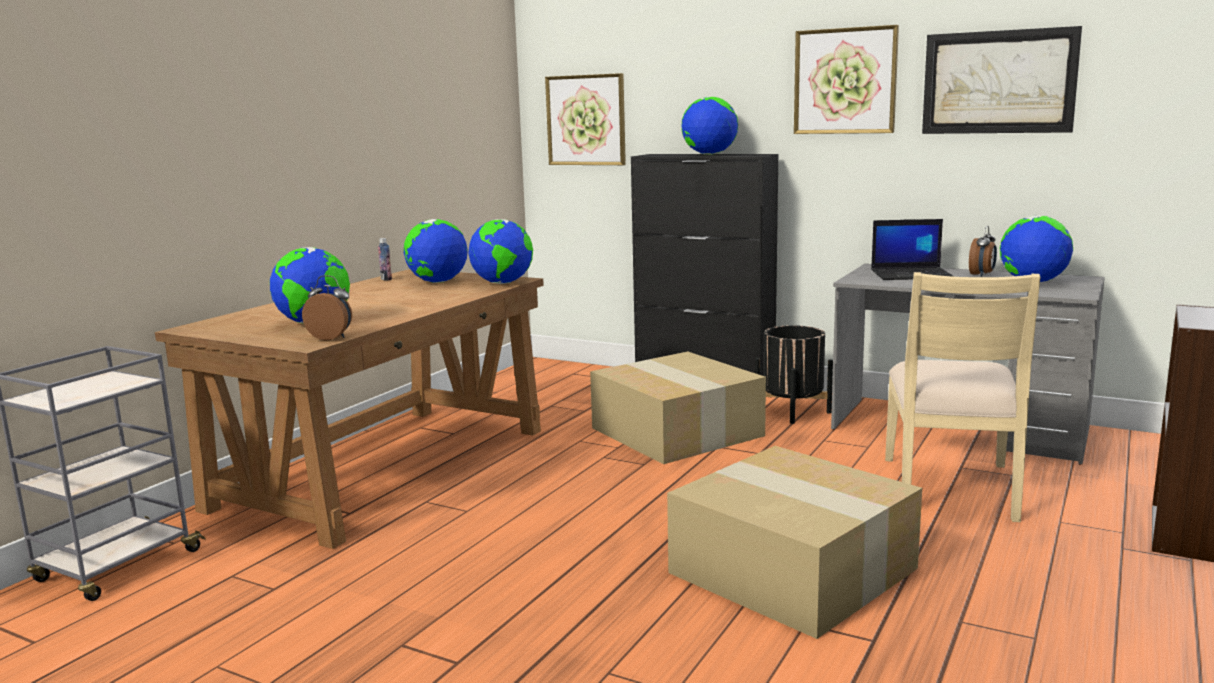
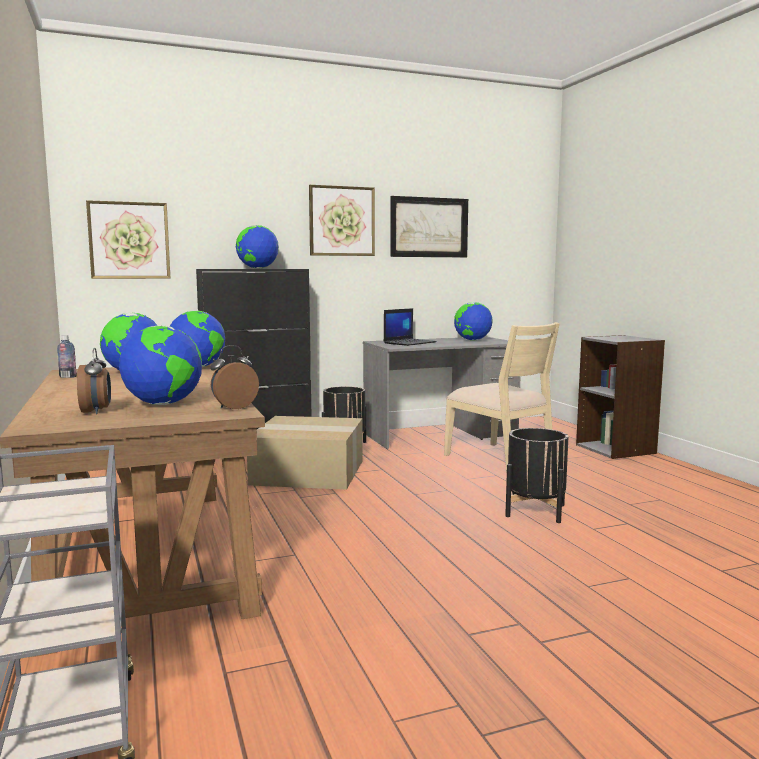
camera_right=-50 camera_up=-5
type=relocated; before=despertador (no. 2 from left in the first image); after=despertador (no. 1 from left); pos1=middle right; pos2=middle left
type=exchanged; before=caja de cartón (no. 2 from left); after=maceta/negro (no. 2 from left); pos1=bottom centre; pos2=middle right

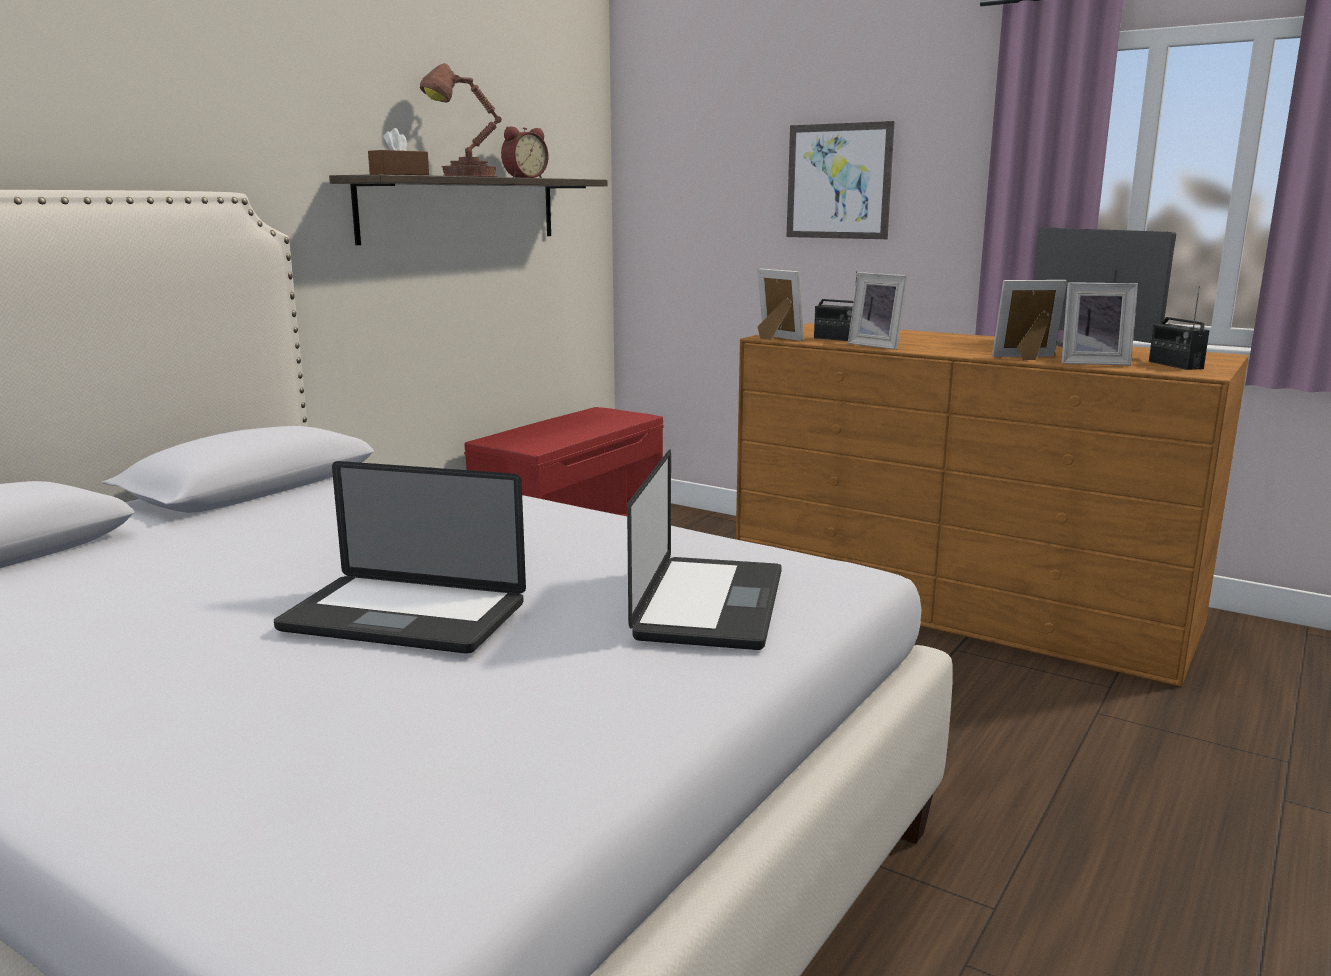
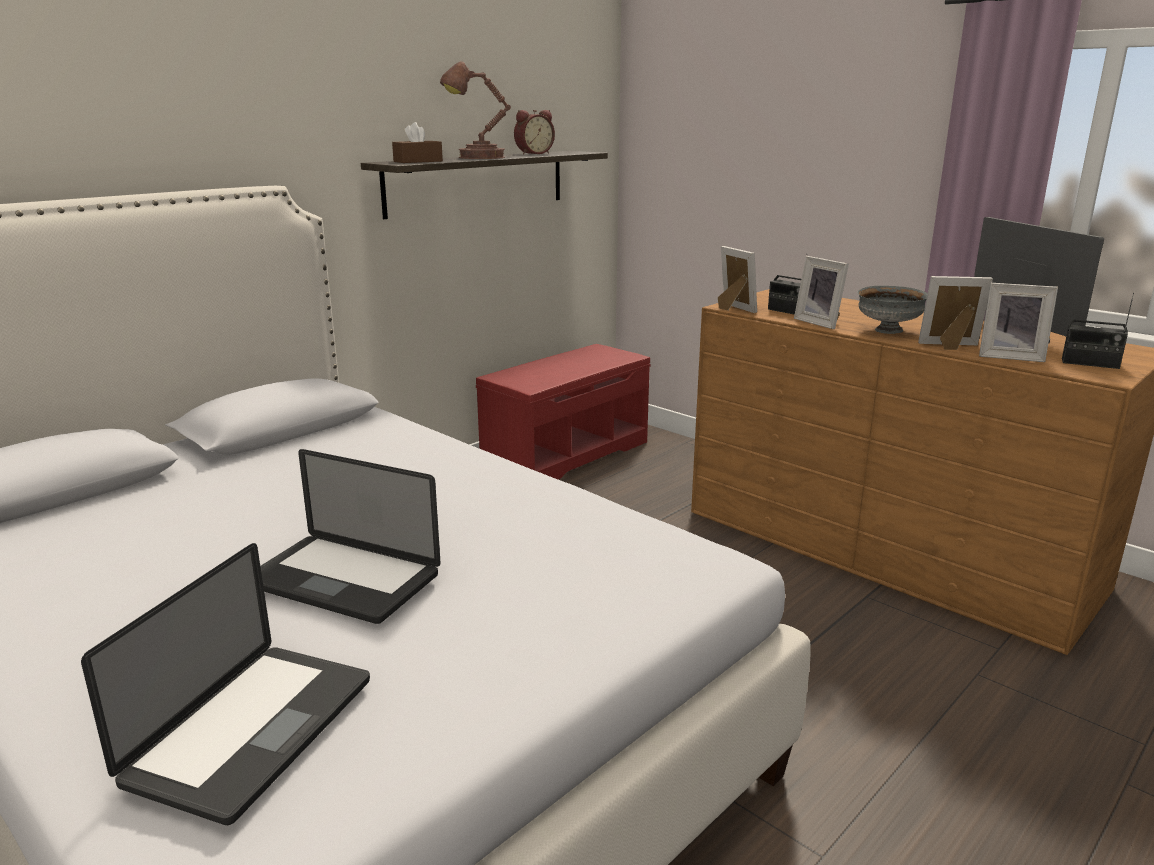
camera_right=10 camera_up=5
type=missing; before=cuadro; pos1=top centre
type=spun; before=radio (no. 2 from left); pos1=middle right; pos2=middle right; turn=-60
type=relocated; before=portátil (no. 2 from left in the first image); after=portátil (no. 1 from left); pos1=centre; pos2=bottom left
type=appeared; after=cuenco/gris; pos2=middle right

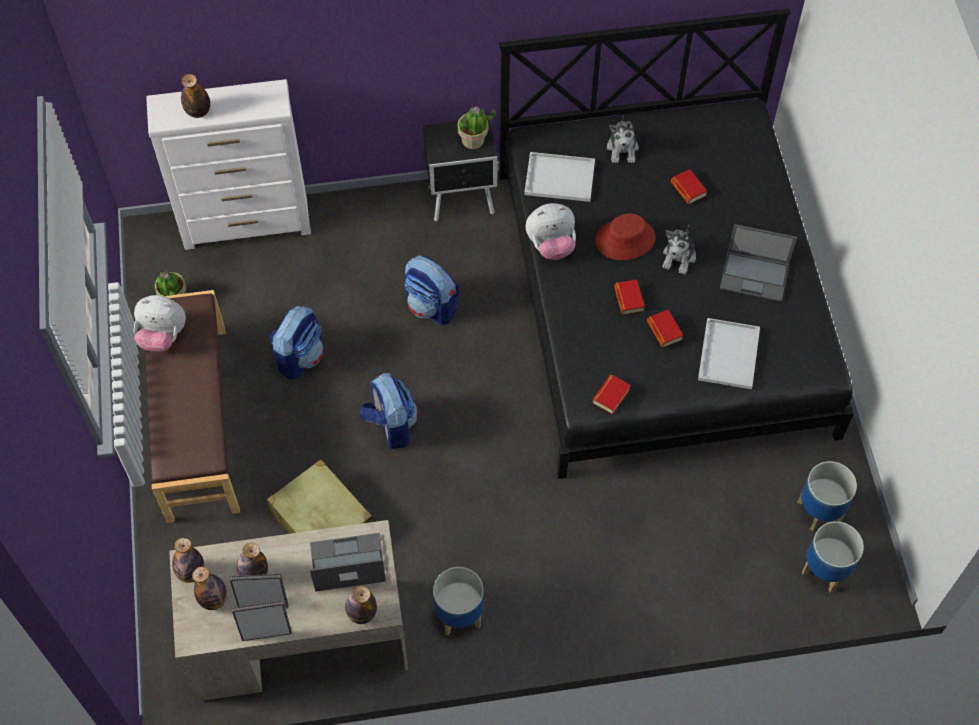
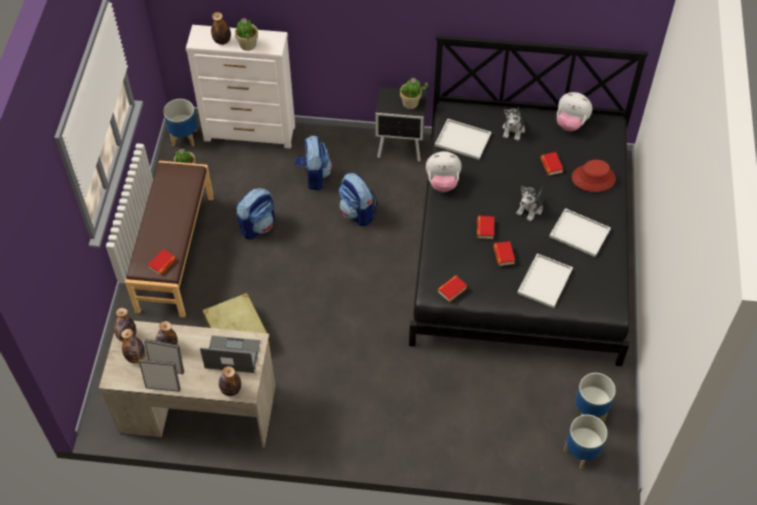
camera_right=15 camera_up=-5
type=relocated; before=sombrero/rojo; pos1=top centre; pos2=middle right
type=exchanged; before=portátil (no. 2 from left); after=bandeja/blanco (no. 3 from left); pos1=middle right; pos2=middle right
type=relocated; before=peluche (no. 1 from left in the first image); after=peluche (no. 4 from left); pos1=middle left; pos2=top right
type=relocated; before=mochila (no. 2 from left); pos1=centre; pos2=top centre
type=relocated; before=maceta (no. 1 from left); pos1=bottom centre; pos2=top left
type=appeared; after=planta en maceta (no. 2 from left); pos2=top left
type=appeared; after=libro (no. 1 from left); pos2=middle left

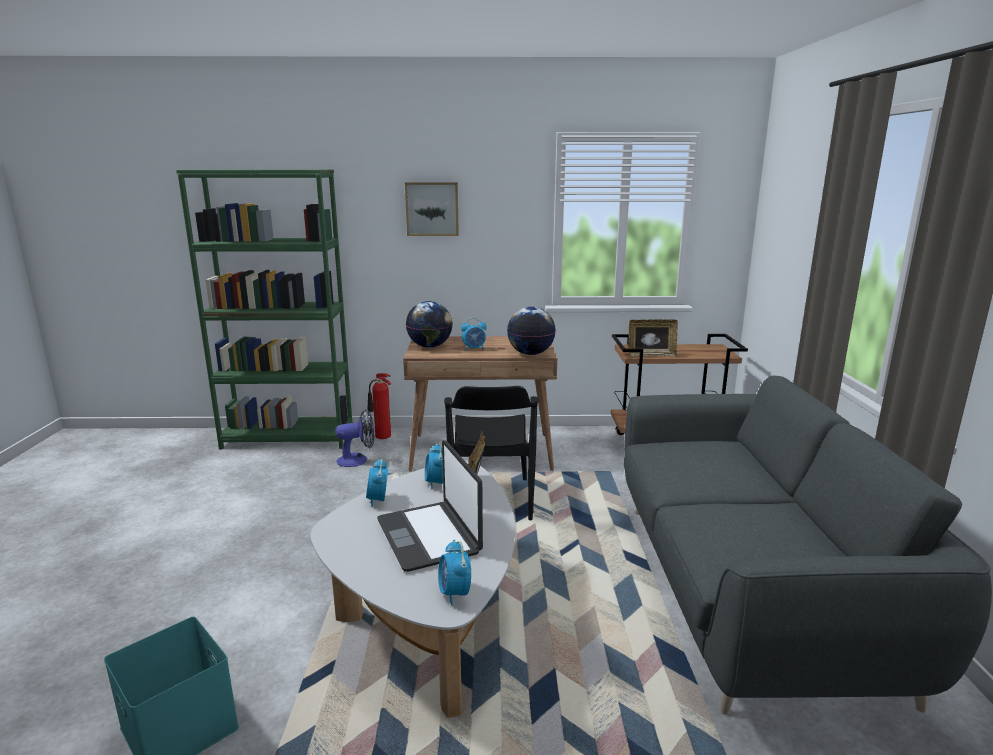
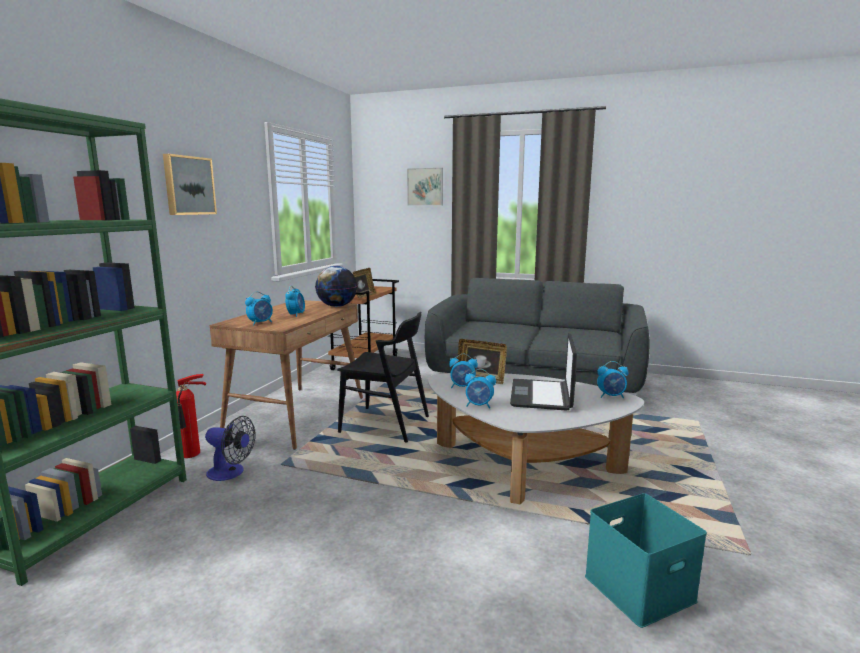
camera_right=-70 camera_up=-5
type=exchanged; before=globo terráqueo (no. 1 from left); after=despertador (no. 1 from left); pos1=centre; pos2=middle left
type=spun; before=ventilador; pos1=centre; pos2=bottom left; turn=105
type=spun; before=portátil; pos1=bottom centre; pos2=centre; turn=105
type=appeared; after=cuadro (no. 2 from left); pos2=top centre

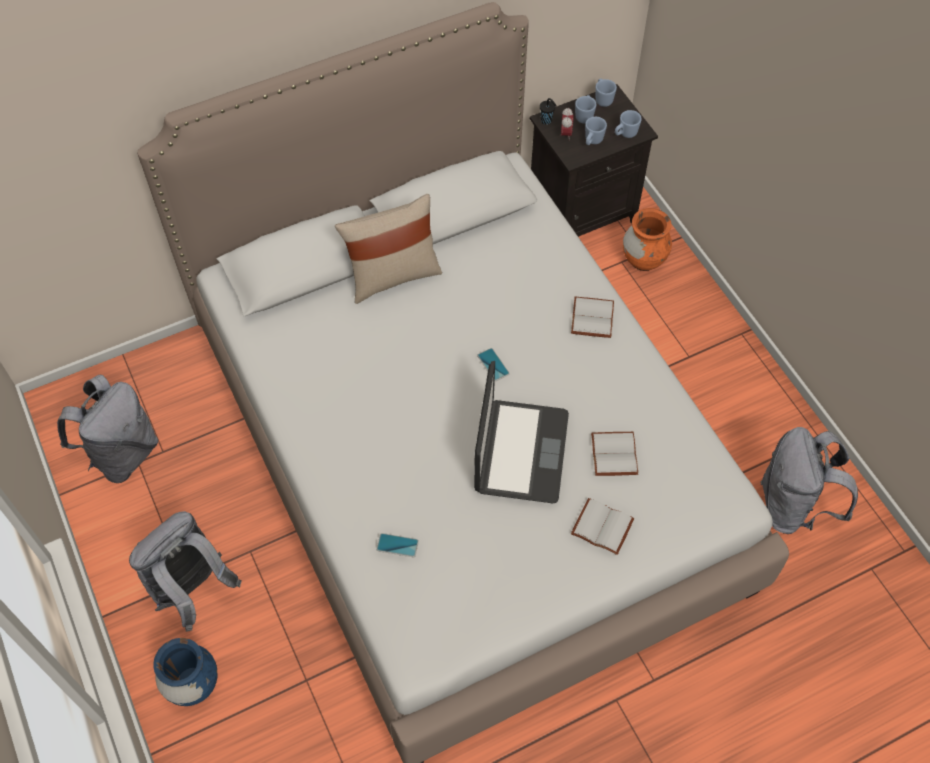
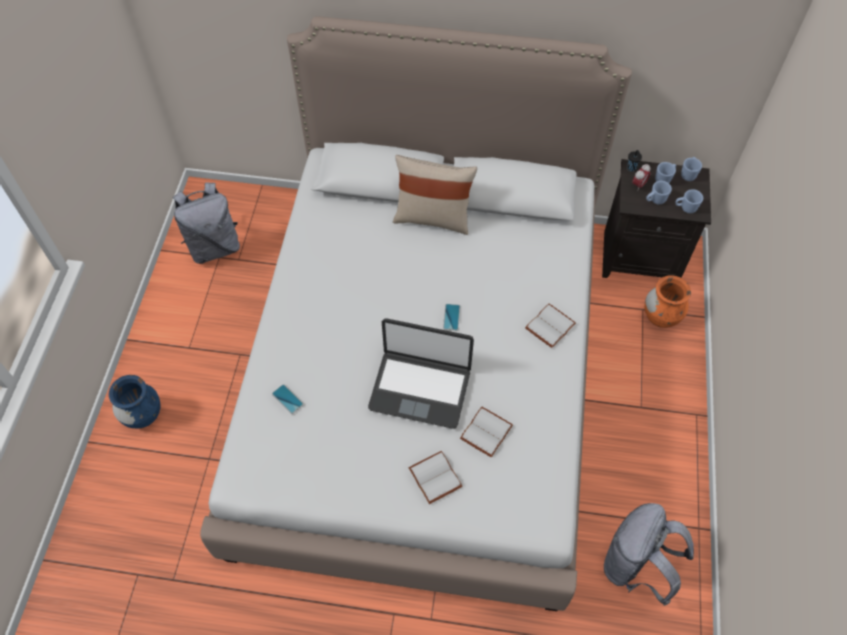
camera_right=35 camera_up=0
type=spun; before=portátil; pos1=centre; pos2=centre; turn=60
type=missing; before=mochila/gris (no. 2 from left); pos1=bottom left

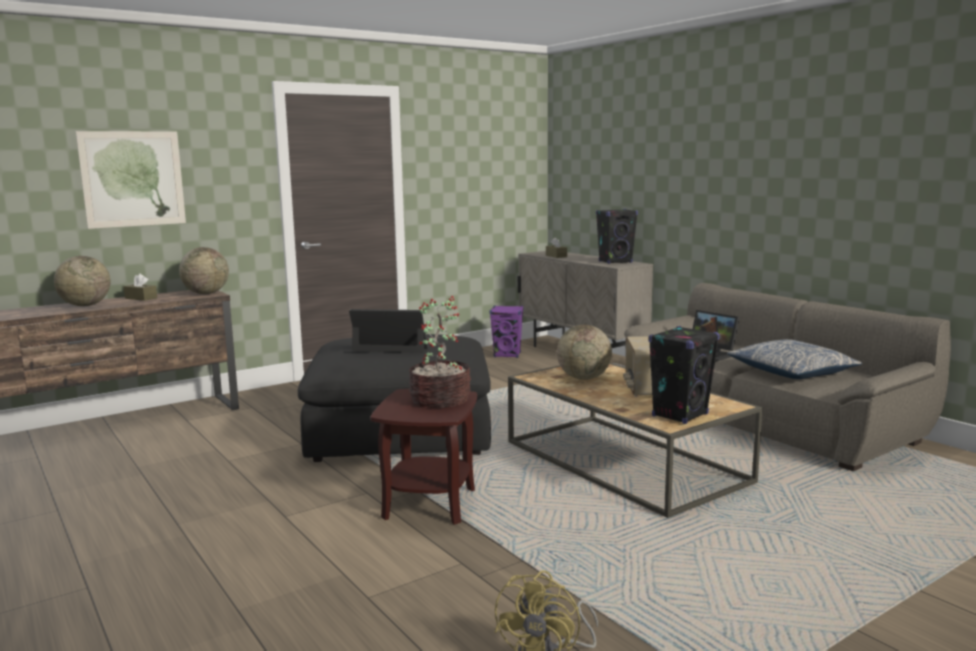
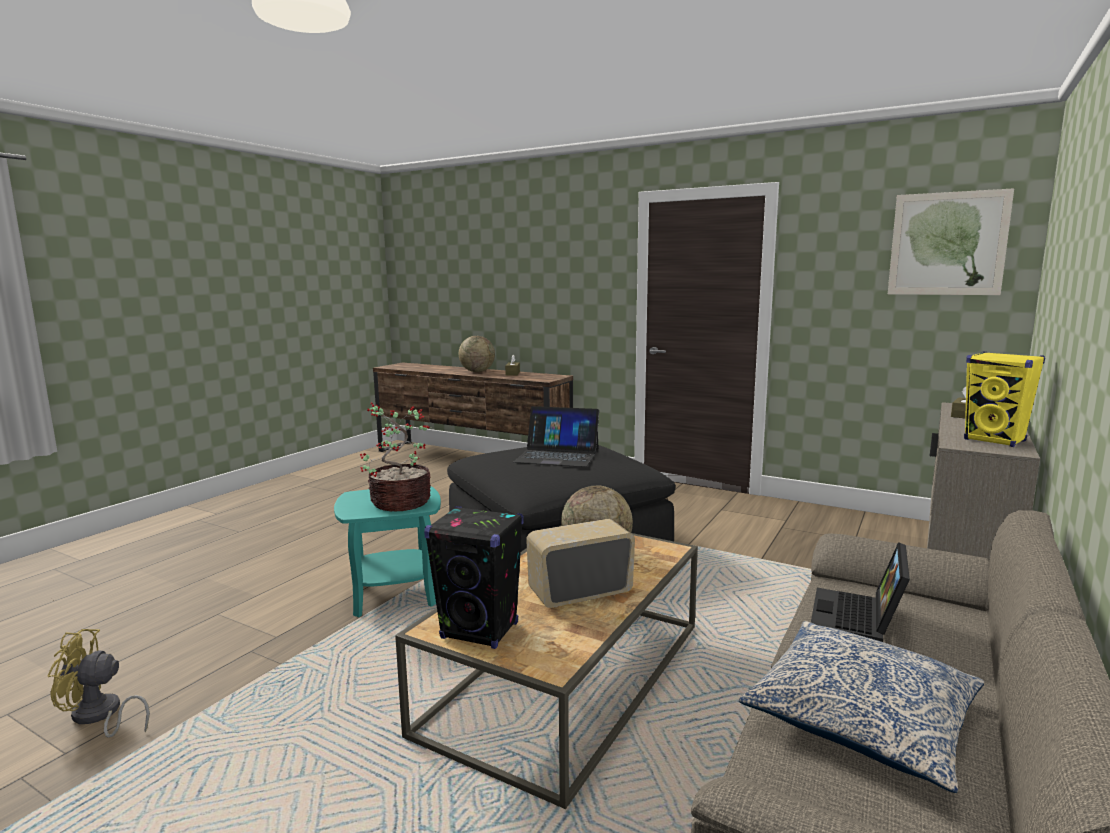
camera_right=65 camera_up=0
type=relocated; before=cuadro; pos1=top left; pos2=top right
type=colour; before=altavoz/negro (no. 1 from left); after=altavoz/amarillo; pos1=centre; pos2=middle right
type=missing; before=globo terráqueo (no. 2 from left); pos1=middle left
type=missing; before=altavoz/morado; pos1=centre
type=spun; before=portátil (no. 1 from left); pos1=centre; pos2=centre; turn=120
type=colour; before=mesa auxiliar/marrón; after=mesa auxiliar/turquesa; pos1=bottom centre; pos2=centre

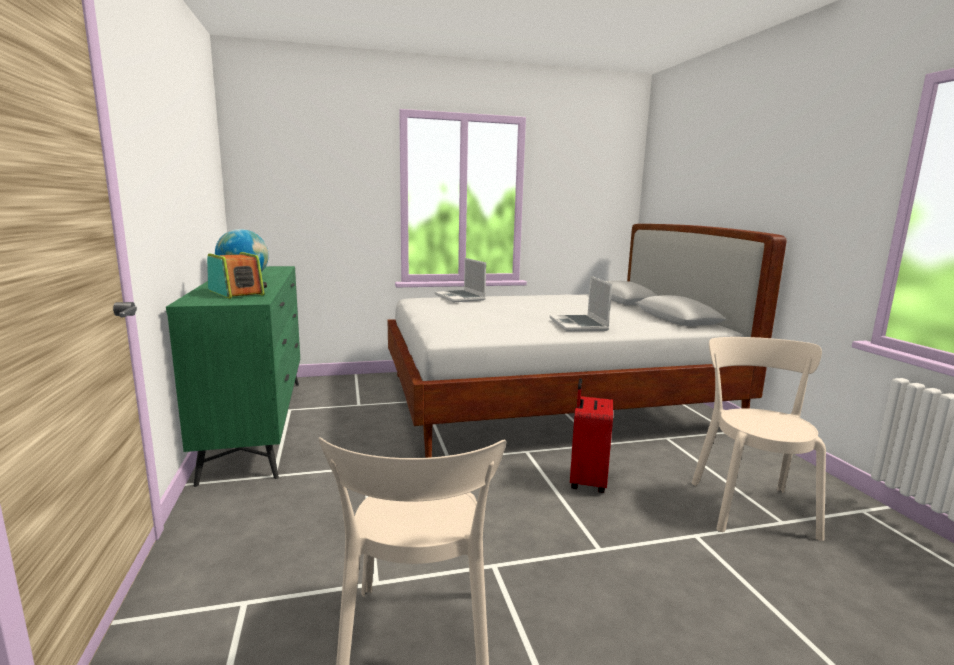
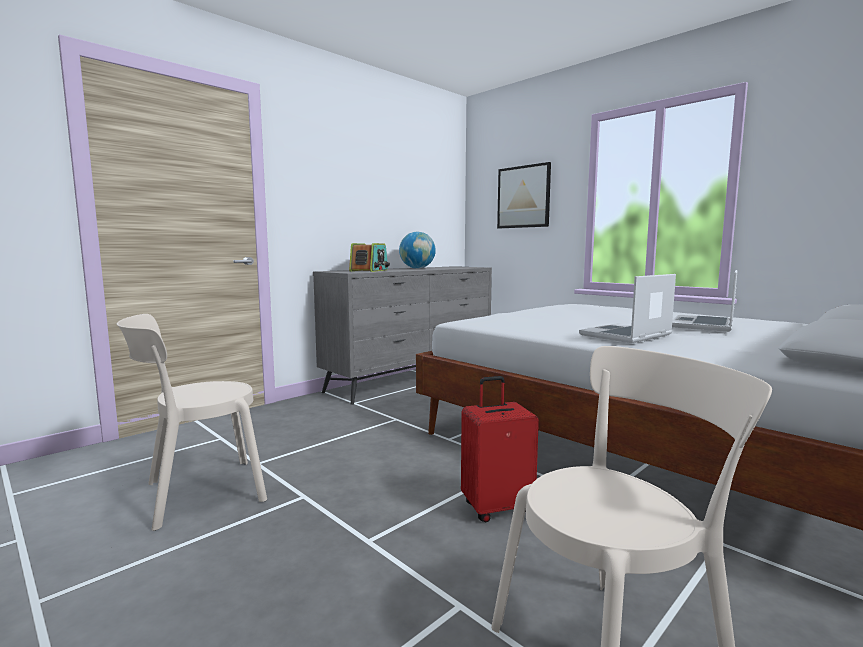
camera_right=60 camera_up=-5
type=relocated; before=portátil (no. 1 from left in the first image); after=portátil (no. 2 from left); pos1=centre; pos2=middle right
type=colour; before=cómoda/verde; after=cómoda/gris; pos1=middle left; pos2=centre
type=appeared; after=cuadro; pos2=top centre

